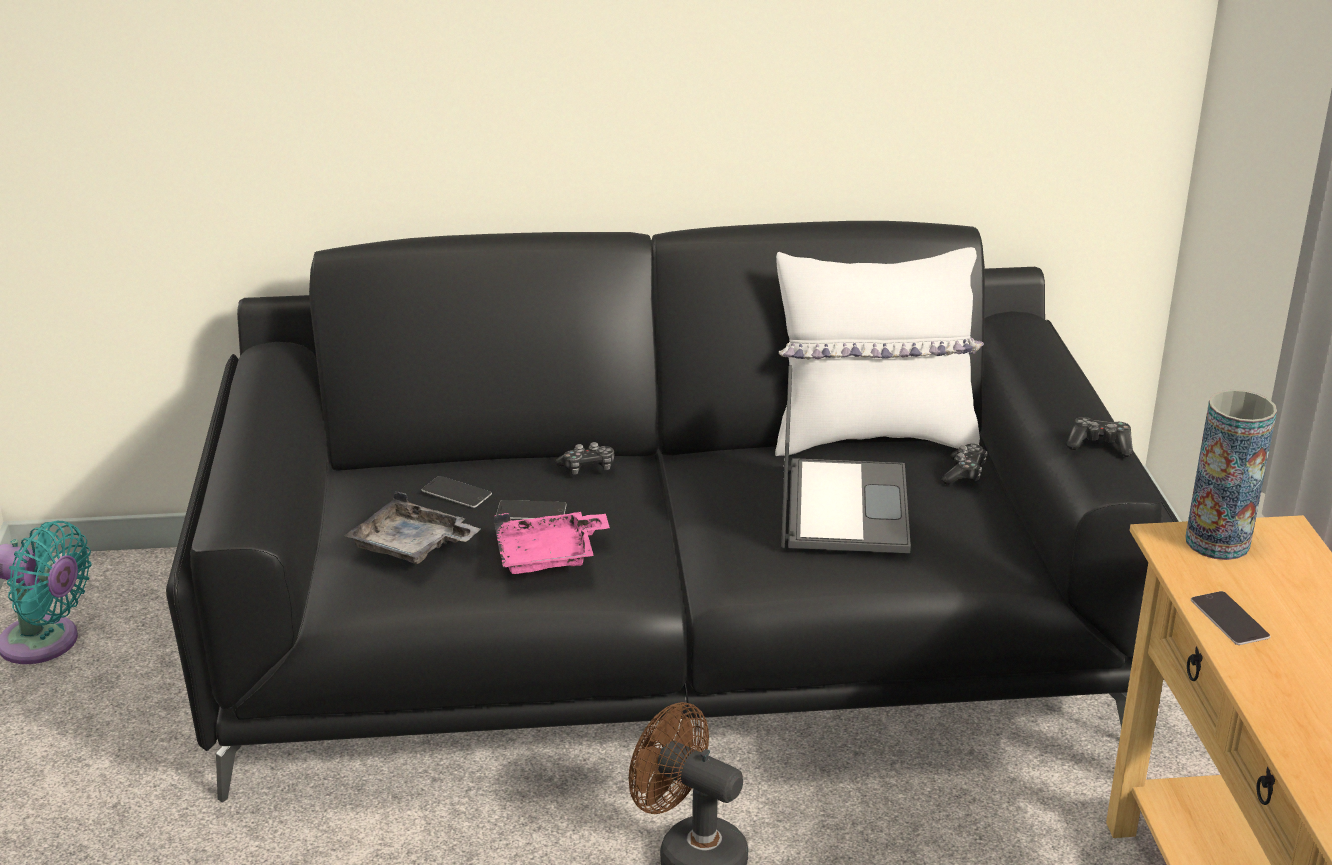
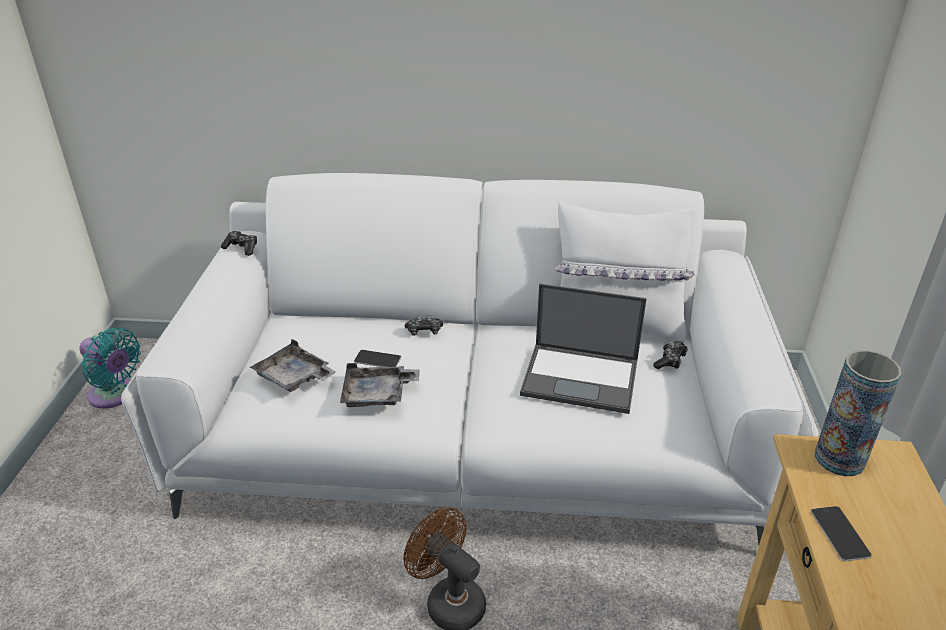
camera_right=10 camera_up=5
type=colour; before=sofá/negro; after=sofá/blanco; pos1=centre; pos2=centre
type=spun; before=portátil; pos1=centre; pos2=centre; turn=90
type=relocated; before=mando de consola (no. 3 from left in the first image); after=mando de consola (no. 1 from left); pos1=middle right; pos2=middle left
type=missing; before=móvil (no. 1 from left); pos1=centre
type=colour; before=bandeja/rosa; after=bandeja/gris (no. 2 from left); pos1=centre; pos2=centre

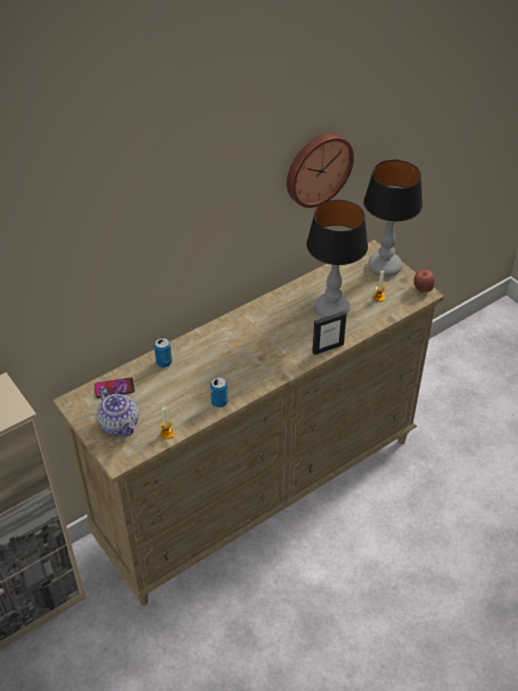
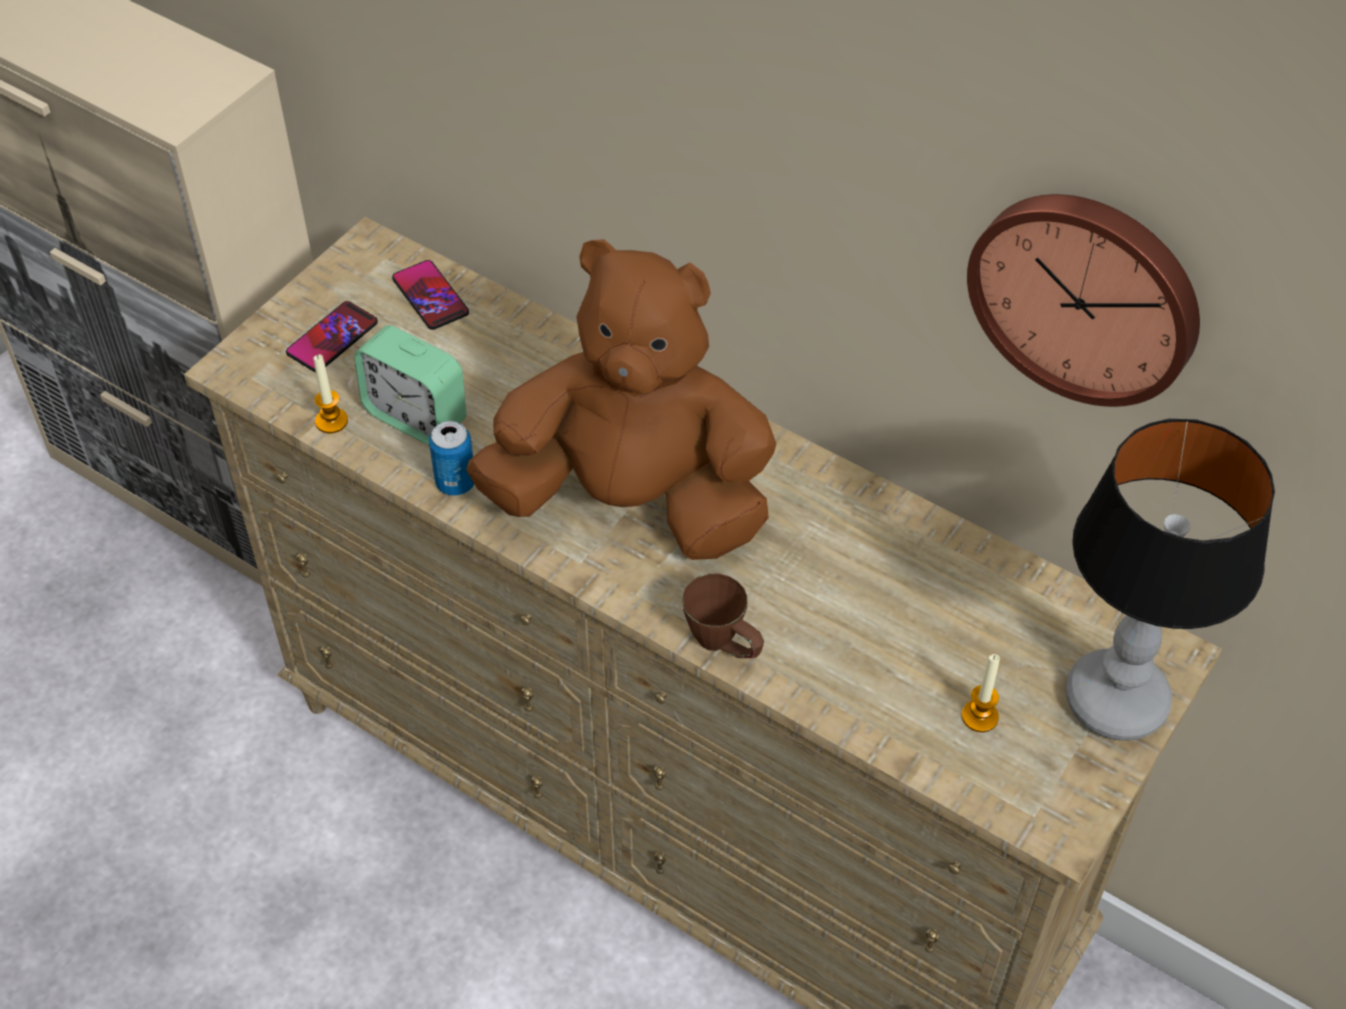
camera_right=70 camera_up=5
type=missing; before=lámpara de mesa (no. 1 from left); pos1=centre
type=missing; before=manzana; pos1=middle right
type=exchanged; before=portarretratos; after=taza grande/marrón; pos1=centre; pos2=centre
type=missing; before=lata (no. 1 from left); pos1=middle left
type=exchanged; before=tetera; after=móvil (no. 1 from left); pos1=middle left; pos2=top left
type=appeared; after=peluche/marrón; pos2=centre
type=appeared; after=despertador; pos2=middle left

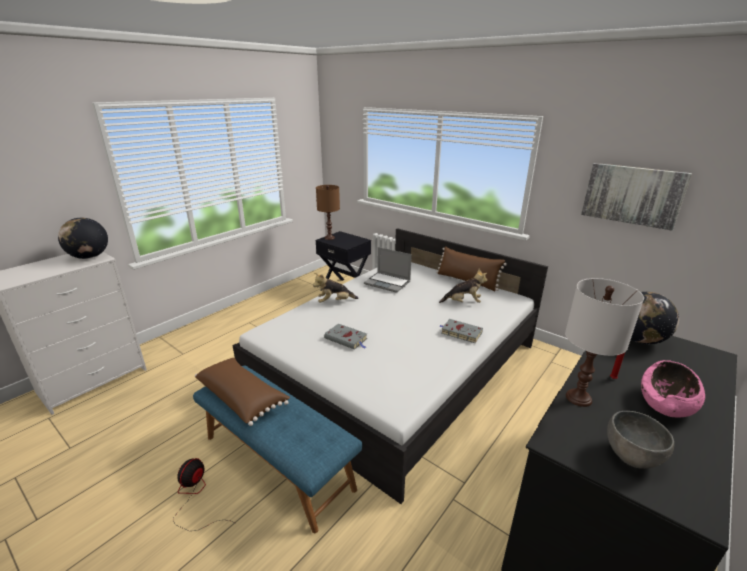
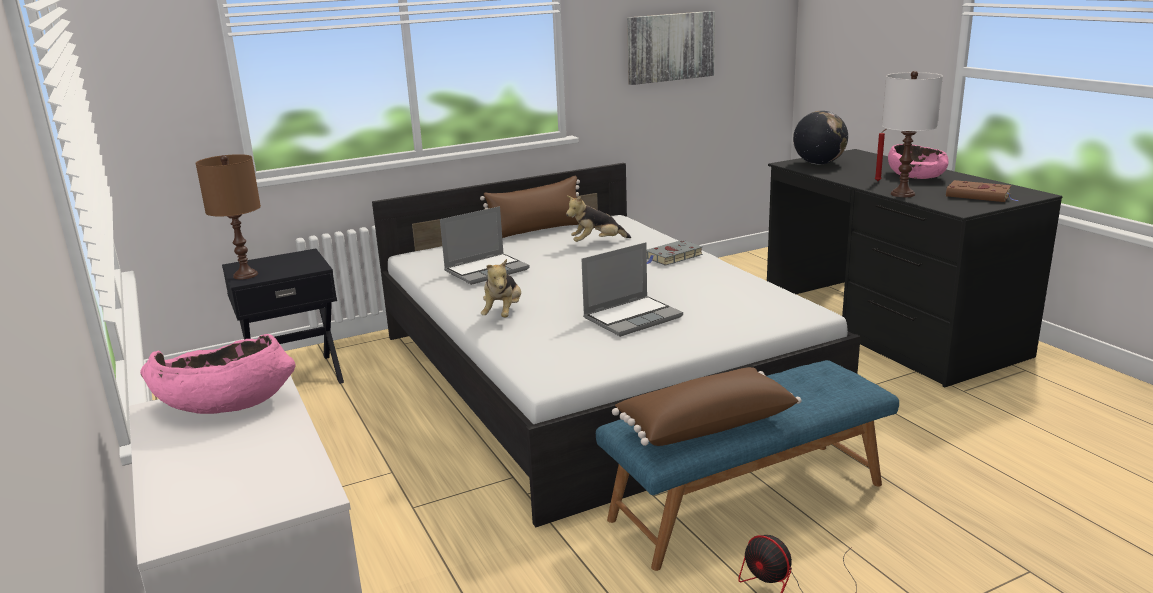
camera_right=-65 camera_up=-5
type=exchanged; before=globo terráqueo (no. 1 from left); after=cuenco/rosa (no. 1 from left); pos1=middle left; pos2=middle left
type=spun; before=peluche (no. 2 from left); pos1=centre; pos2=centre; turn=-135
type=exchanged; before=libro/gris (no. 1 from left); after=portátil (no. 2 from left); pos1=centre; pos2=centre
type=exchanged; before=cuenco/gris; after=libro/marrón; pos1=bottom right; pos2=top right

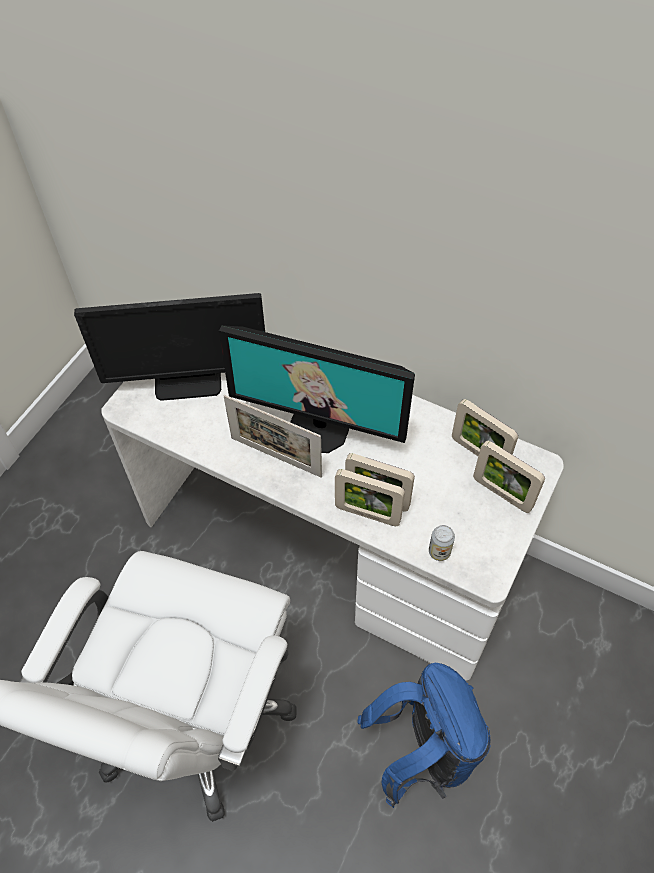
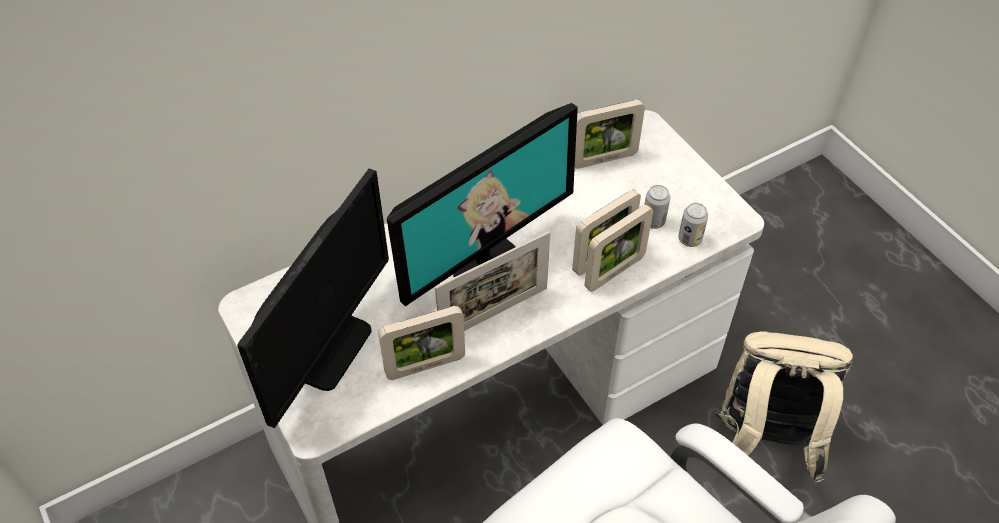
camera_right=-60 camera_up=-5
type=relocated; before=portarretratos (no. 5 from left in the first image); after=portarretratos (no. 1 from left); pos1=middle right; pos2=centre
type=colour; before=mochila/azul; after=mochila/beis; pos1=bottom centre; pos2=bottom right
type=appeared; after=lata (no. 1 from left); pos2=centre

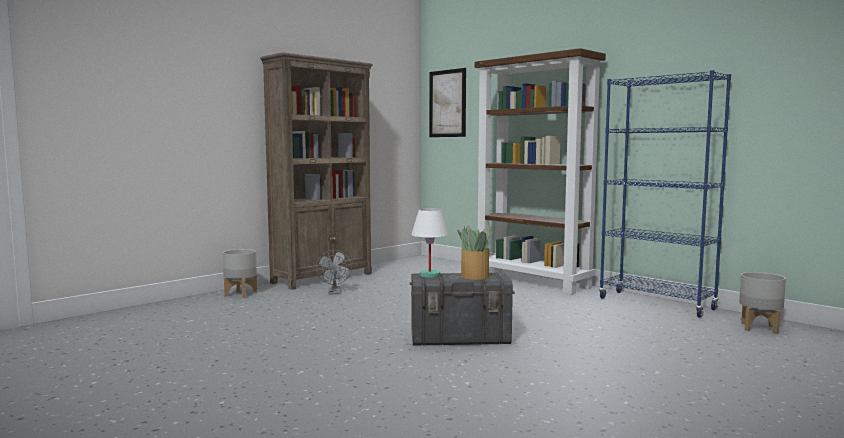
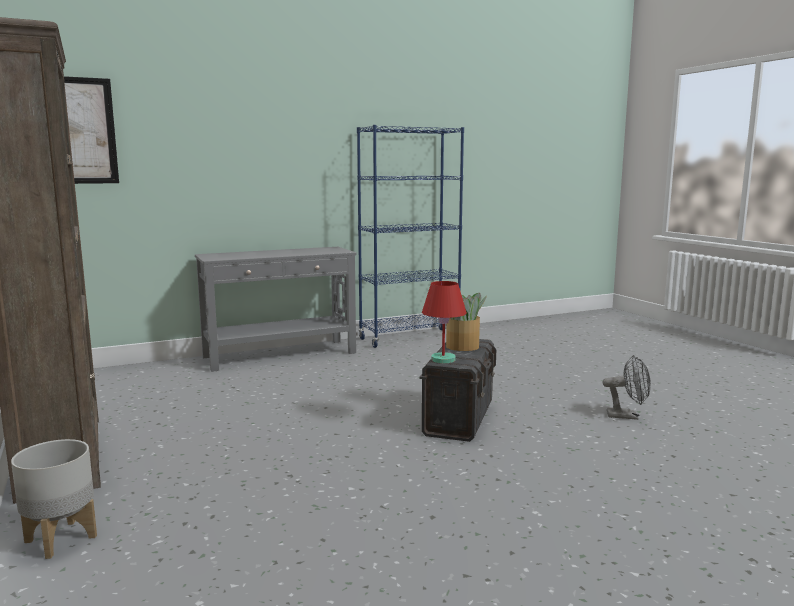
camera_right=-70 camera_up=5
type=exchanged; before=estantería/marrón (no. 2 from left); after=mesa consola/gris; pos1=centre; pos2=centre
type=colour; before=lámpara de mesa/blanco; after=lámpara de mesa/rojo; pos1=centre; pos2=centre
type=relocated; before=ventilador/gris; pos1=centre; pos2=middle right
type=missing; before=maceta/gris (no. 2 from left); pos1=bottom right

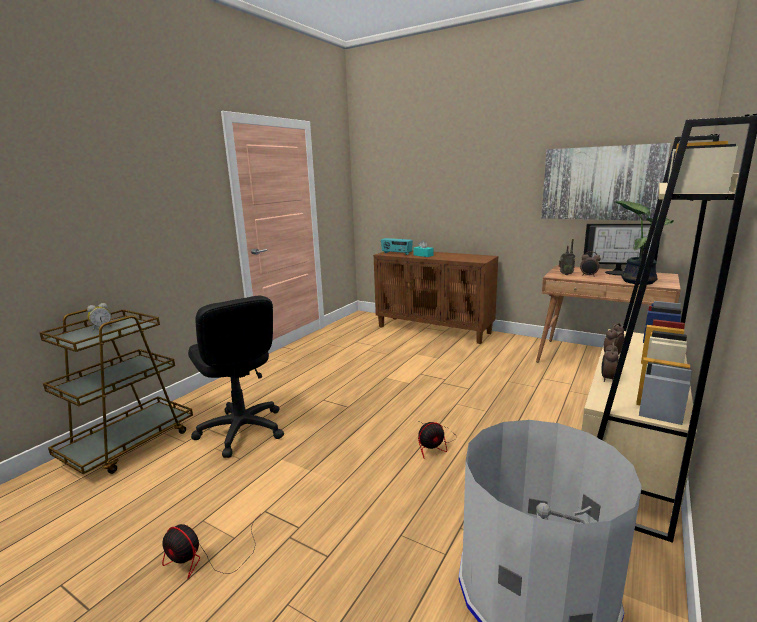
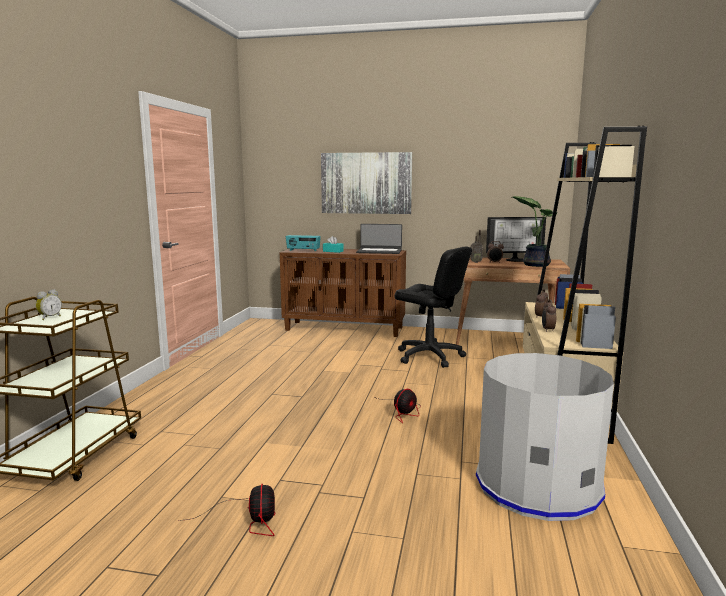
camera_right=-20 camera_up=-5
type=relocated; before=cuadro; pos1=top right; pos2=top centre
type=relocated; before=silla de oficina/negro; pos1=middle left; pos2=centre
type=spun; before=ventilador (no. 1 from left); pos1=bottom left; pos2=bottom left; turn=-105
type=appeared; after=portátil; pos2=centre

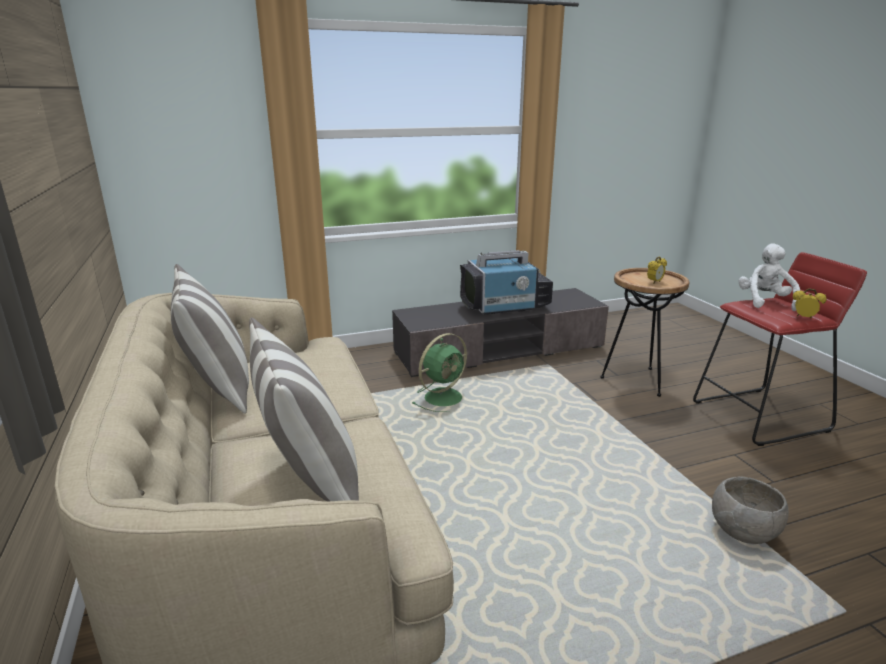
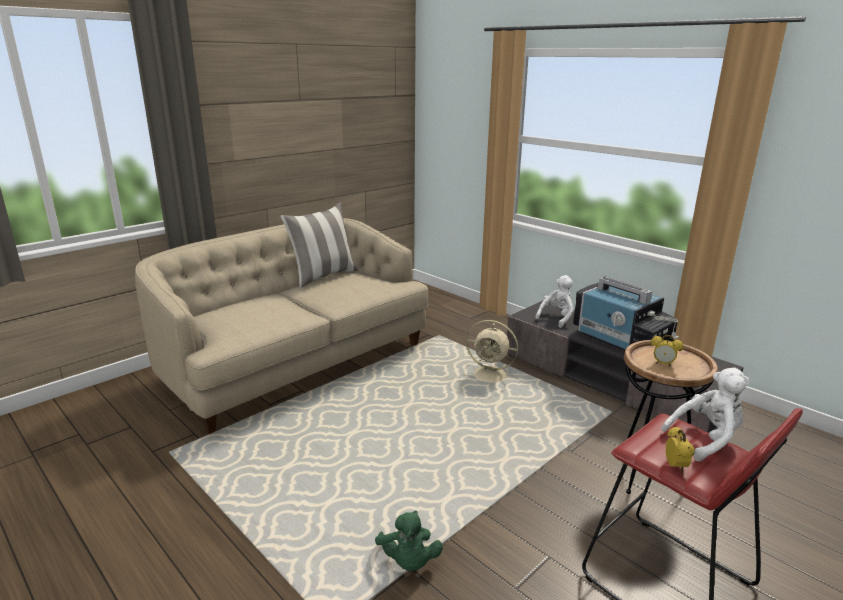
camera_right=65 camera_up=0
type=missing; before=cojín (no. 2 from left); pos1=centre
type=colour; before=ventilador/verde; after=ventilador/beis; pos1=centre; pos2=centre
type=exchanged; before=cuenco/gris; after=peluche/verde; pos1=bottom right; pos2=bottom centre
type=appeared; after=peluche/blanco (no. 1 from left); pos2=centre

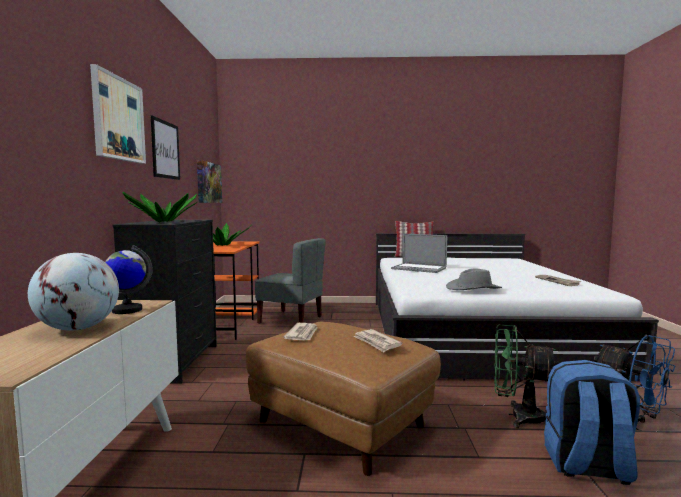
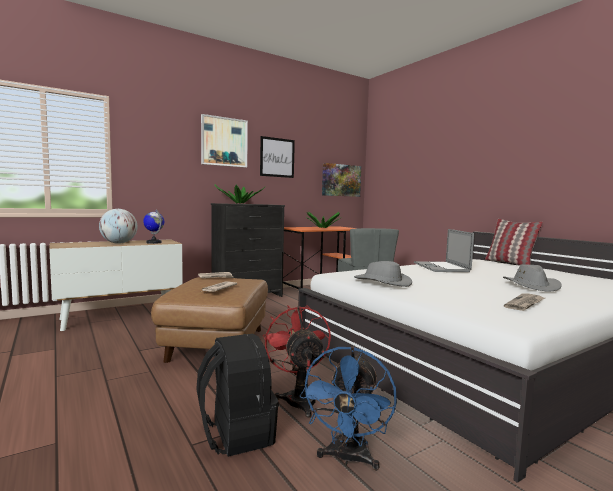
camera_right=55 camera_up=0
type=colour; before=ventilador/verde; after=ventilador/rojo; pos1=bottom right; pos2=bottom centre
type=colour; before=mochila/azul; after=mochila/negro; pos1=bottom right; pos2=bottom centre
type=appeared; after=sombrero/gris (no. 2 from left); pos2=middle right

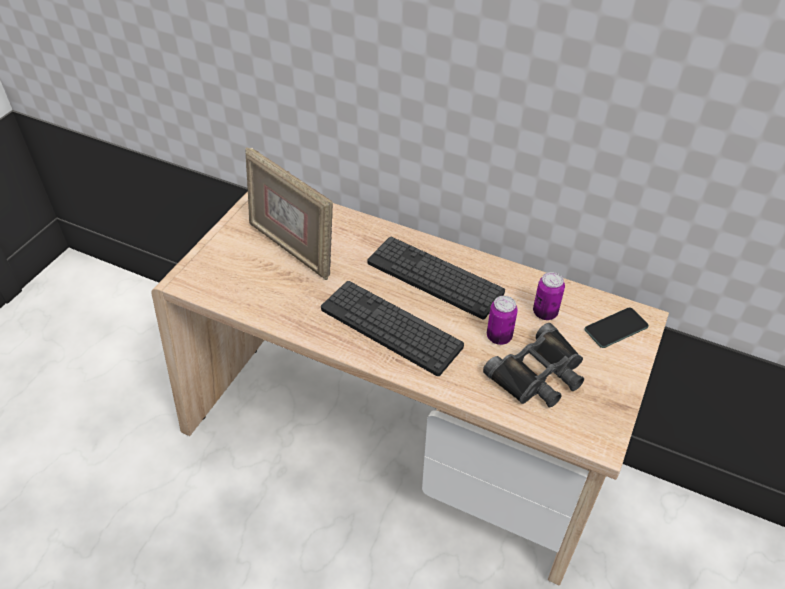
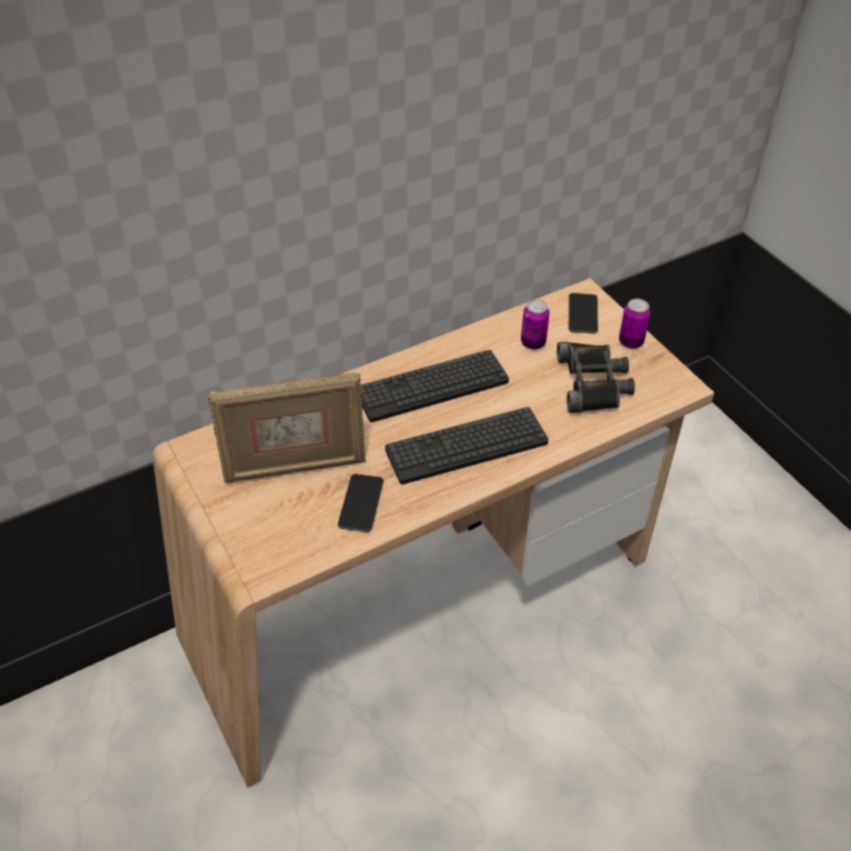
camera_right=-55 camera_up=0
type=relocated; before=lata (no. 1 from left in the first image); after=lata (no. 2 from left); pos1=centre; pos2=middle right
type=appeared; after=móvil (no. 1 from left); pos2=centre

